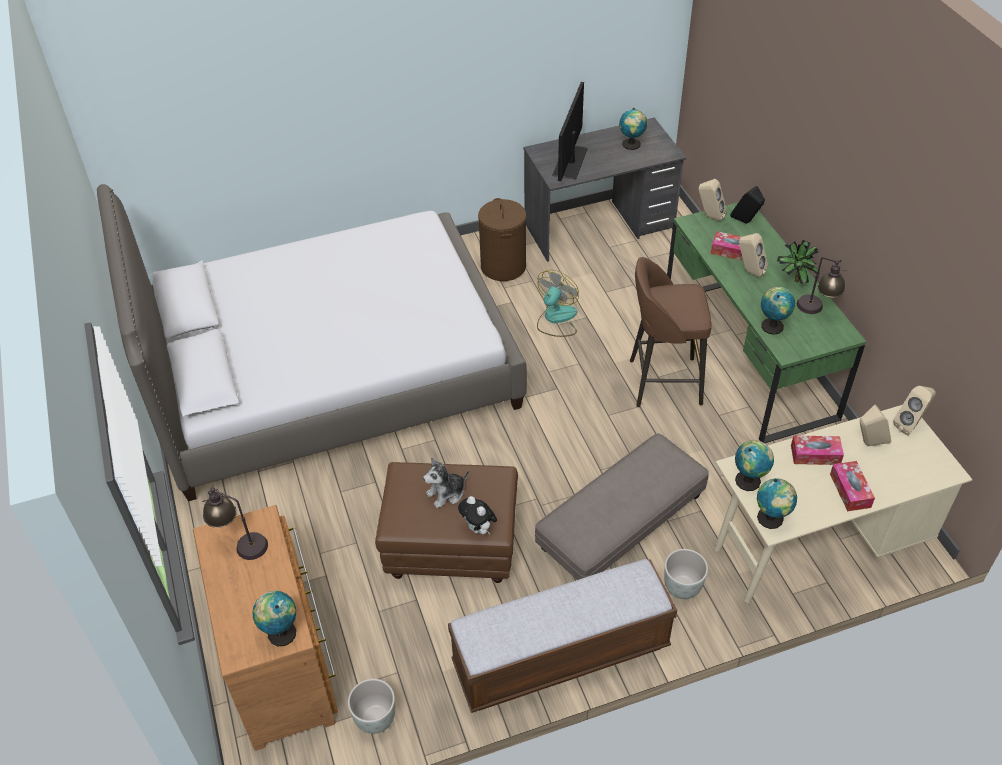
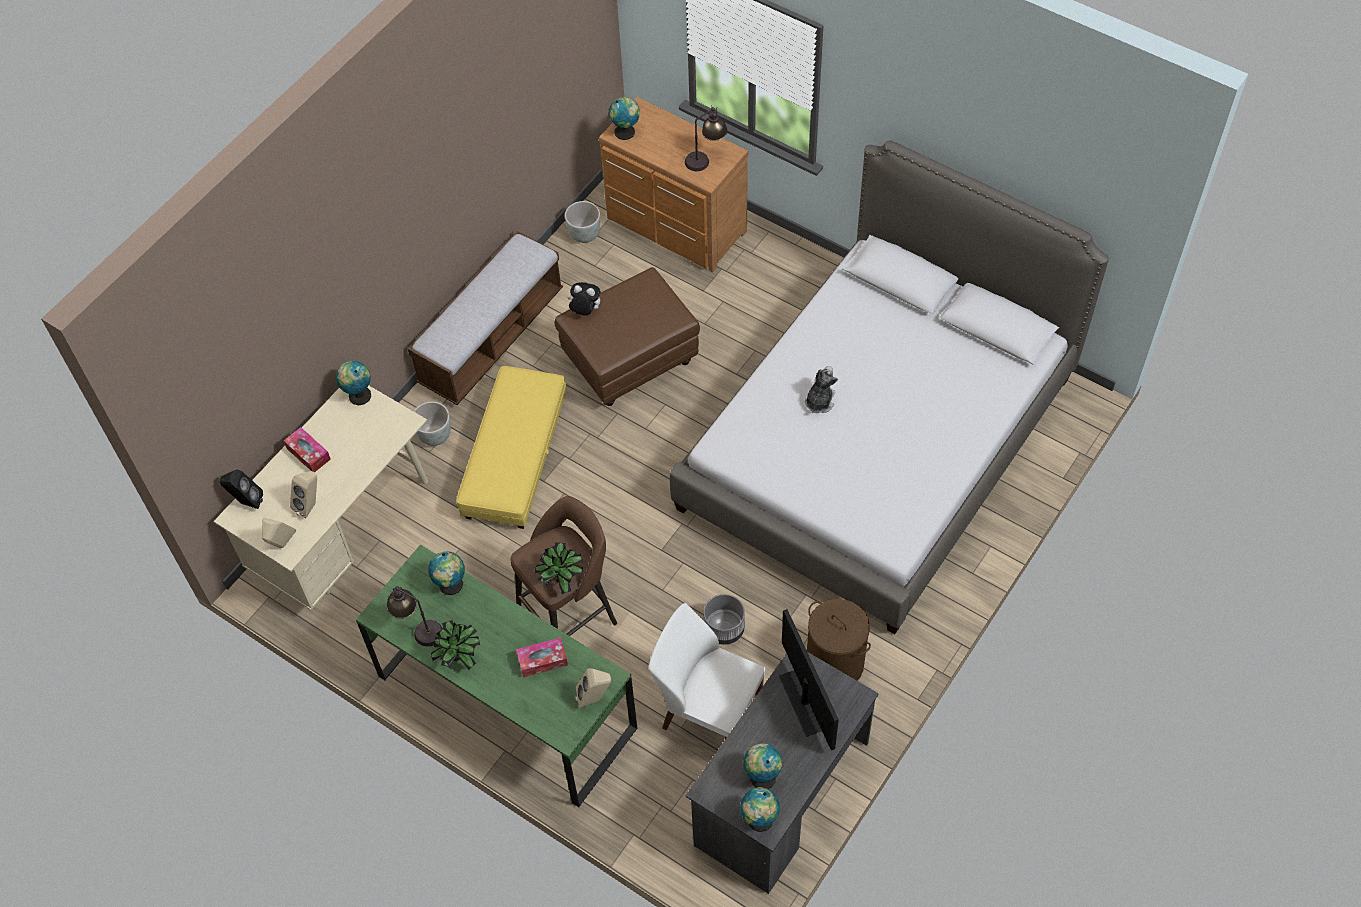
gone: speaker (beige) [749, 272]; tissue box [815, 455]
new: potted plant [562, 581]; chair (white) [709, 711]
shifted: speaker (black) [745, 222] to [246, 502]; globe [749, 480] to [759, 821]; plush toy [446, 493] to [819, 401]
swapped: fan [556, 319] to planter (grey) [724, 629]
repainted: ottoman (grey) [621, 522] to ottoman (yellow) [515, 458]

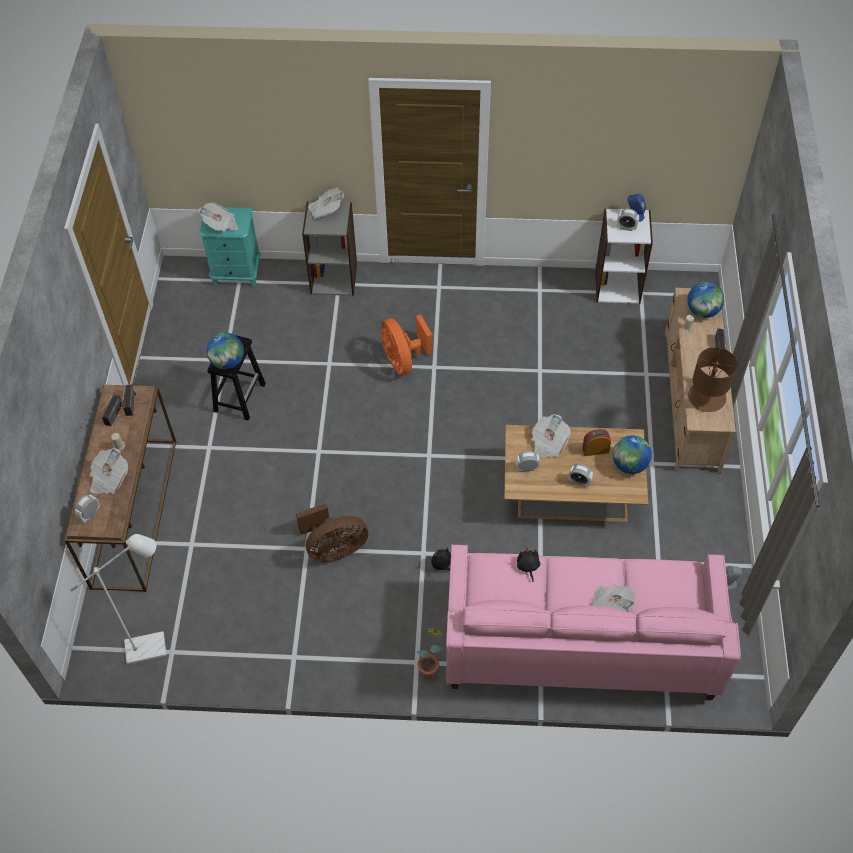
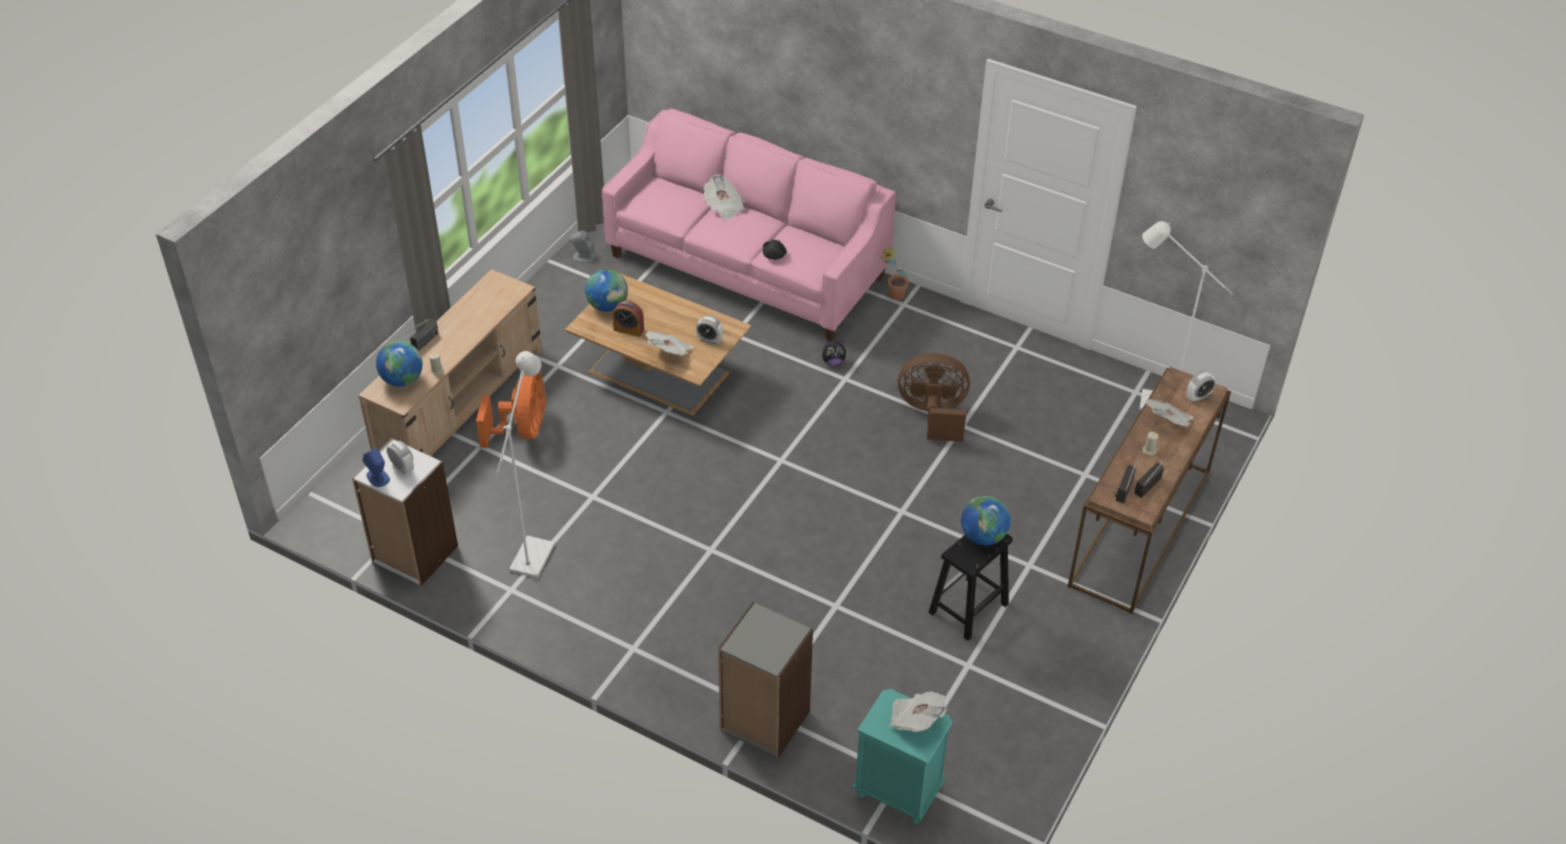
gone: newspaper [326, 210]; table lamp (brown) [707, 397]; alarm clock [579, 481]
new: floor lamp (white) [535, 550]
shifted: fan (orange) [403, 360] to [523, 430]

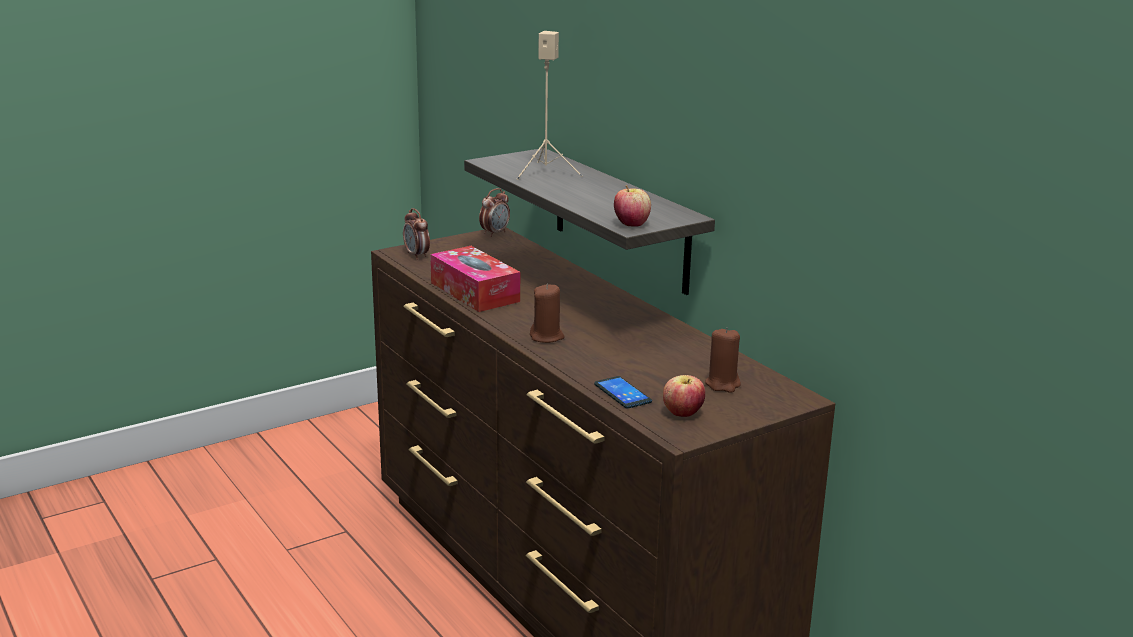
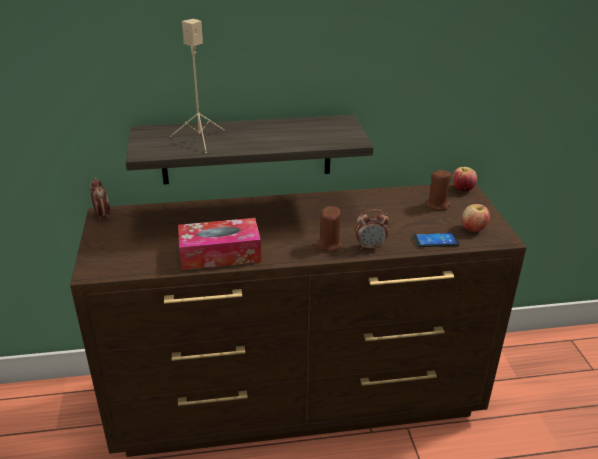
shifted: apple [631, 224] to [462, 189]; alarm clock [417, 255] to [370, 246]

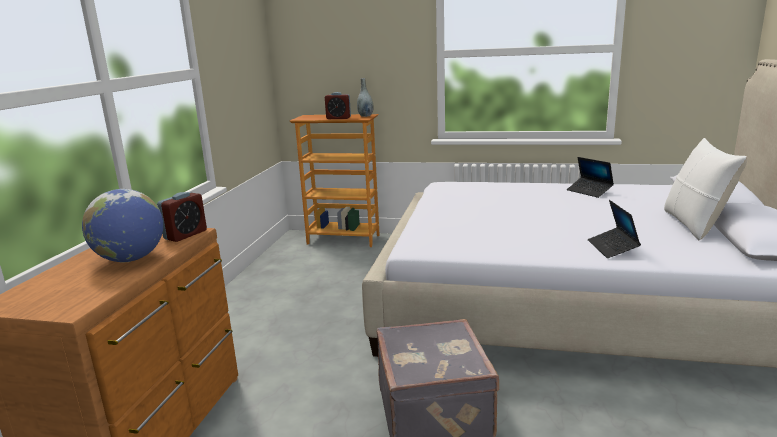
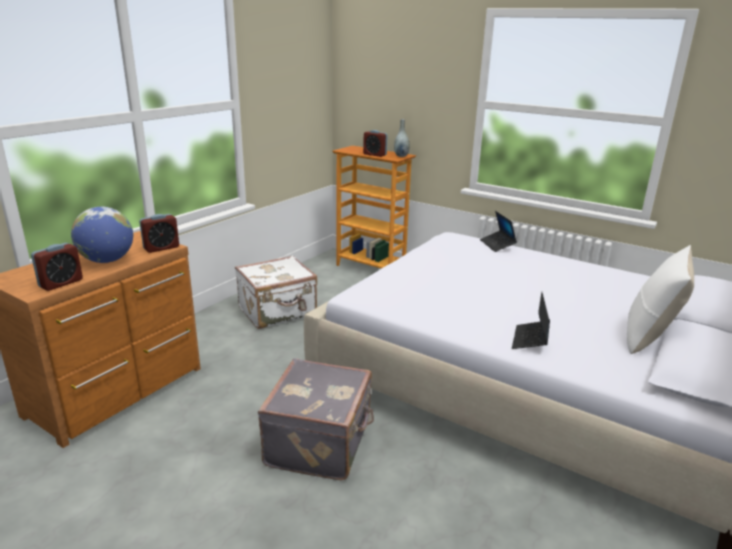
new: alarm clock [61, 283]; suitcase (white) [278, 312]
shifted: laptop [589, 191] to [497, 245]

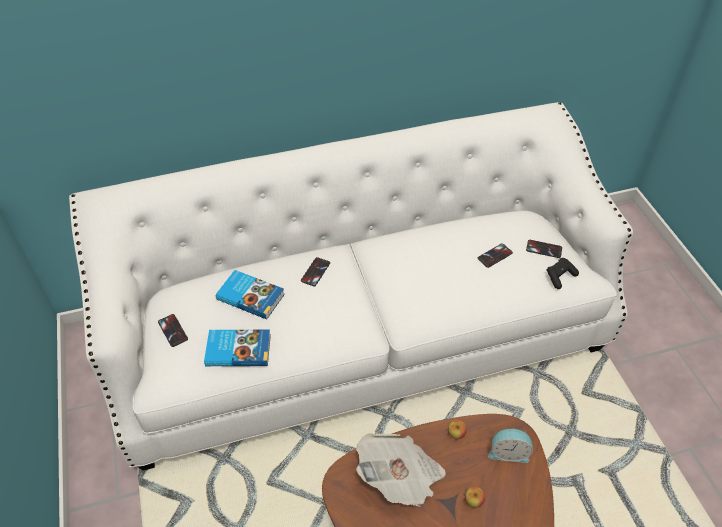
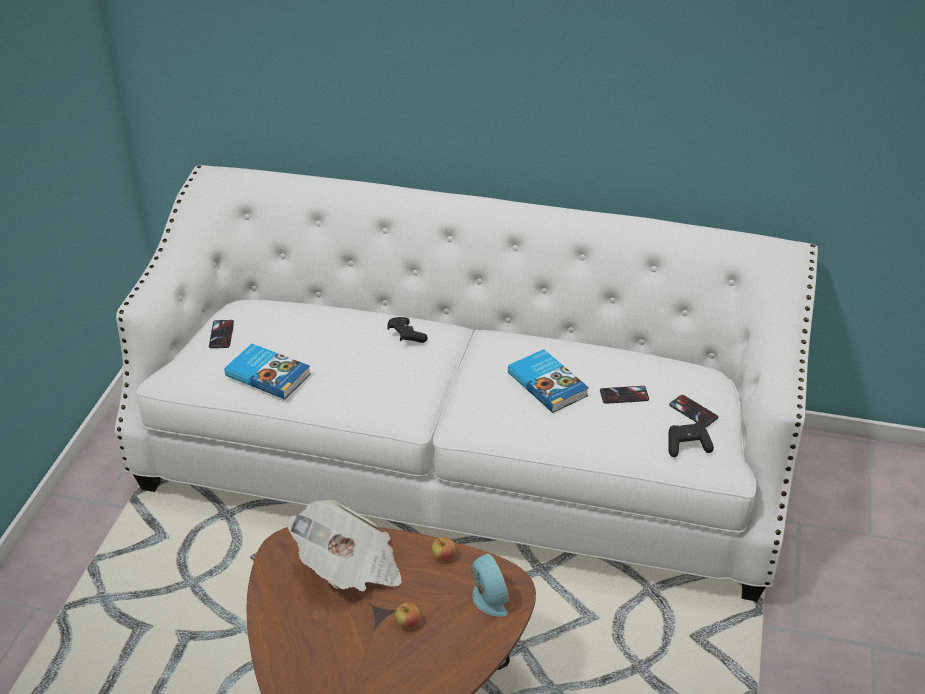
shifted: book [251, 296] to [548, 383]
swapped: phone [315, 272] to game controller (black) [406, 337]
rotated: alarm clock [508, 452] = [486, 599] 150 degrees counterclockwise

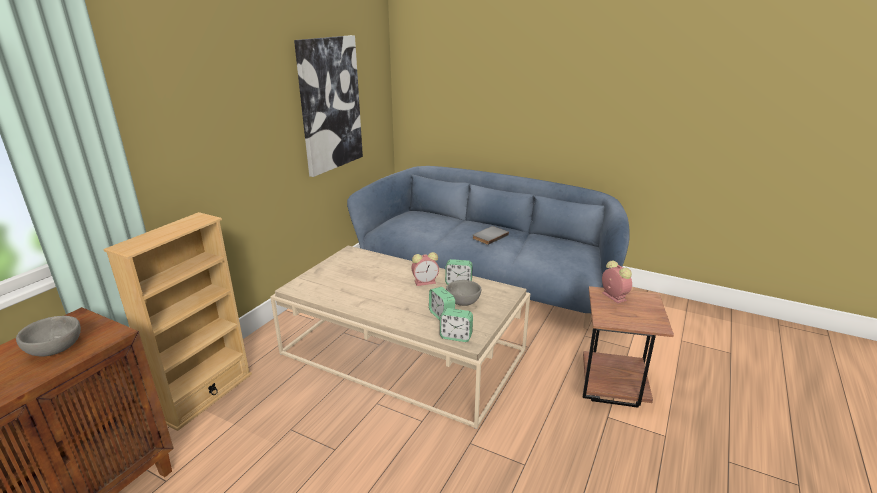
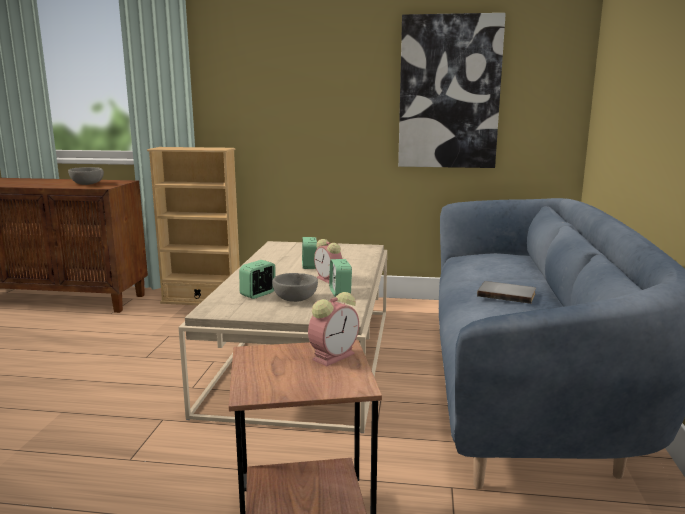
shifted: alarm clock [456, 336] to [309, 266]

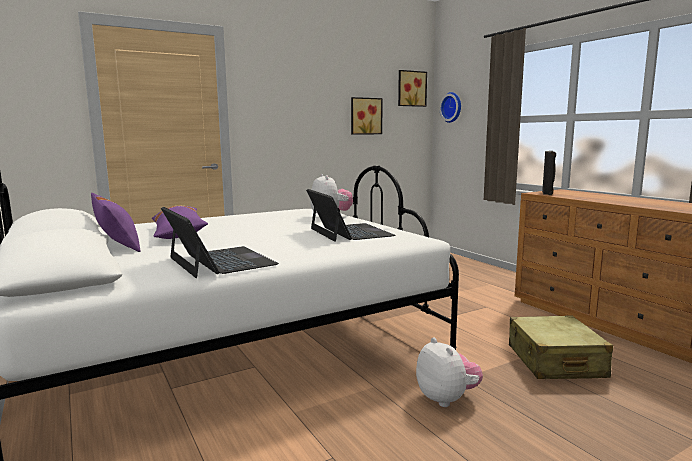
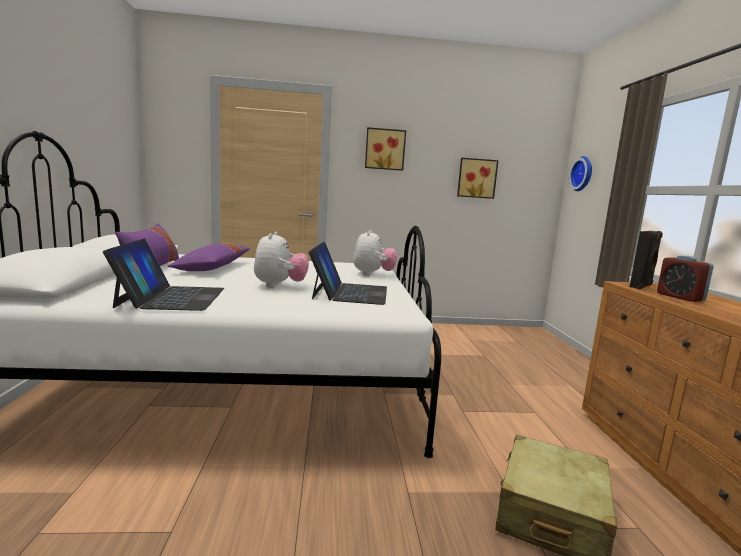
new: alarm clock [680, 297]
shifted: picture [411, 88] to [385, 149]; plush toy [447, 399] to [279, 286]

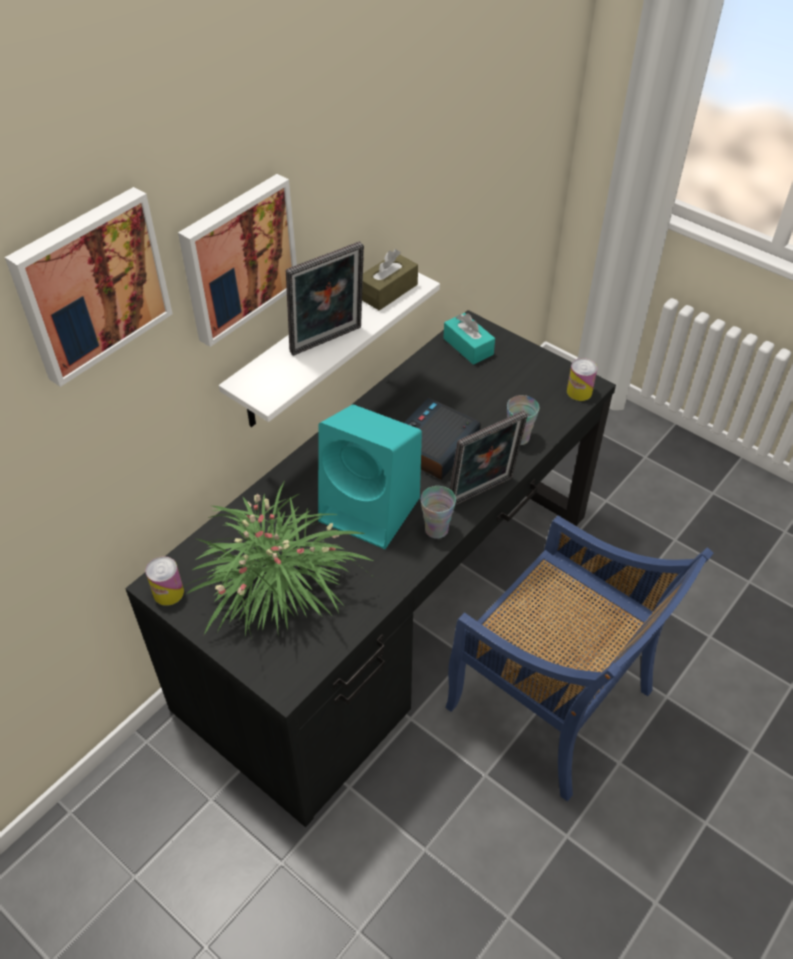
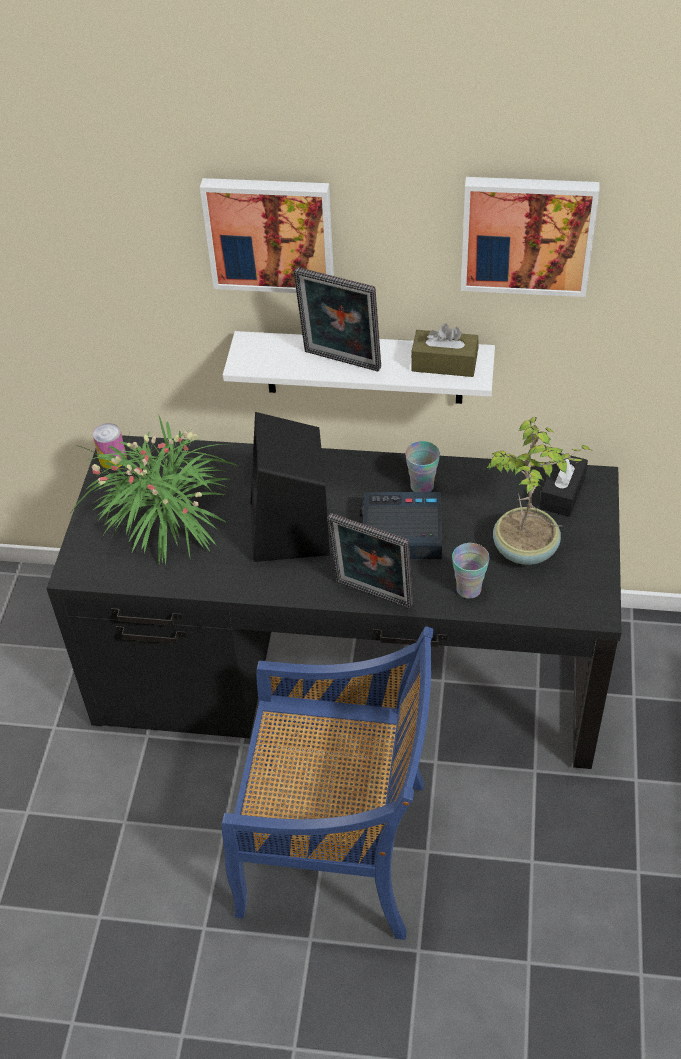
gone: can [579, 392]
new: potted plant [526, 551]
shifted: picture [90, 284] to [527, 233]; cup [436, 529] to [422, 486]
repainted: tissue box (turquoise) [468, 346] to tissue box (black) [562, 493]; speaker (turquoise) [372, 510] to speaker (black) [290, 531]
rotated: chair (blue) [552, 702] = [337, 849] 90 degrees counterclockwise

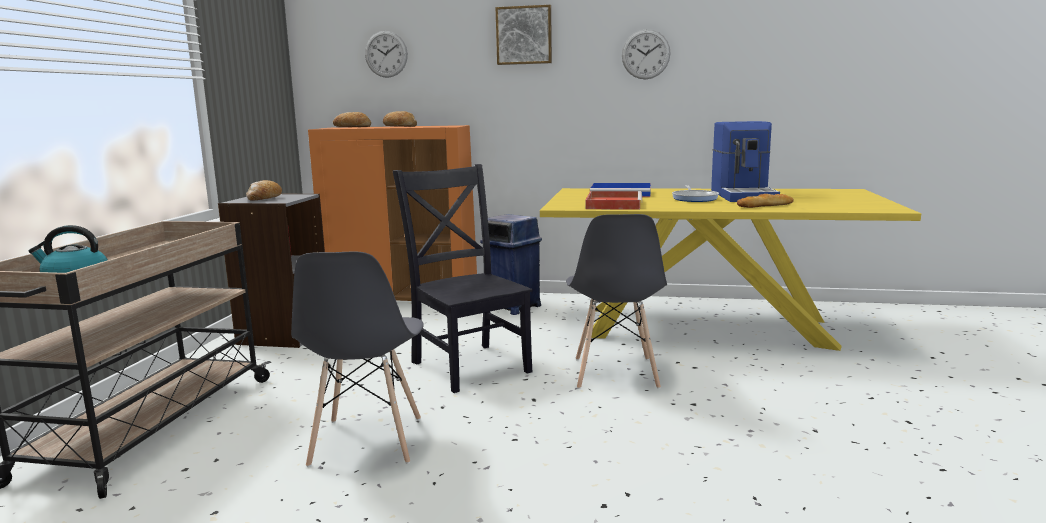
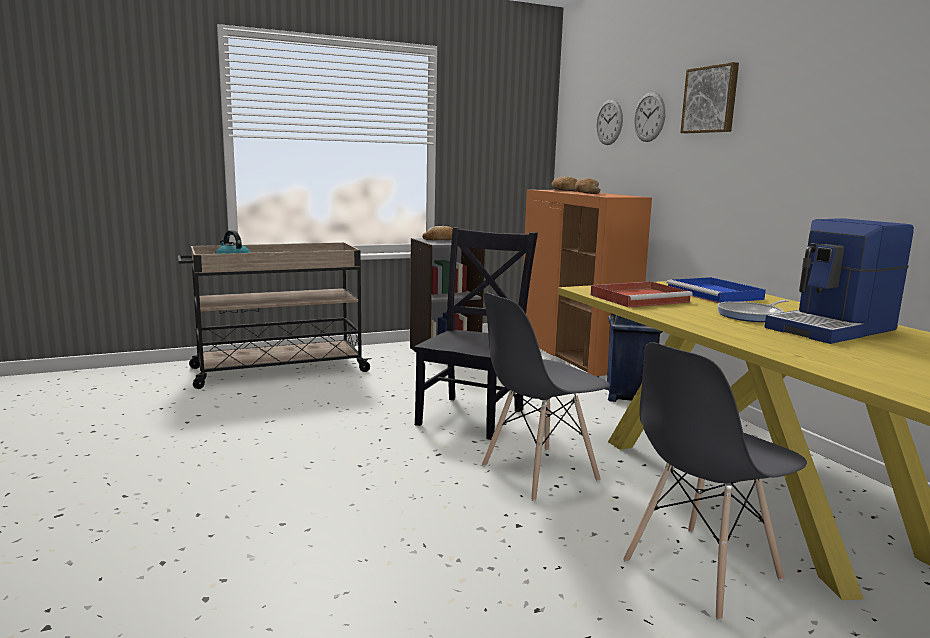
gone: bread [765, 205]
shifted: wall clock [645, 54] to [649, 117]; chair (grey) [367, 442] to [701, 570]

